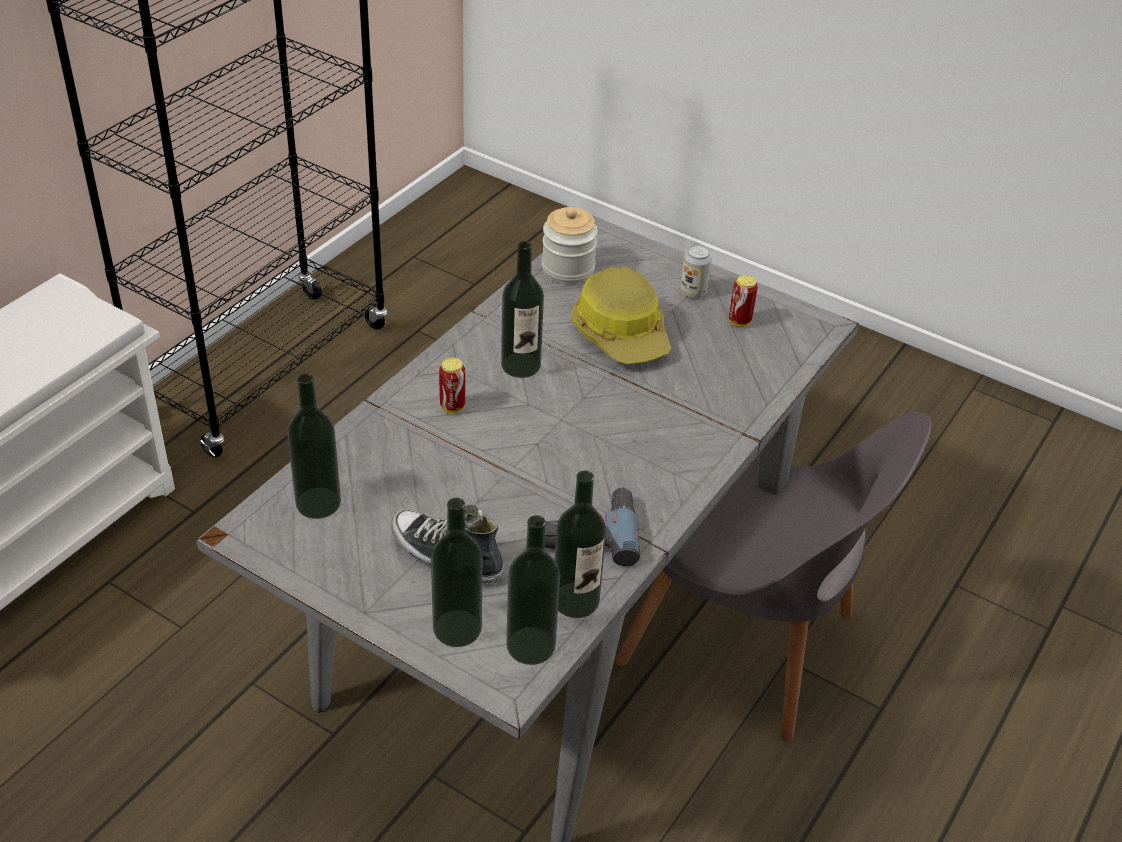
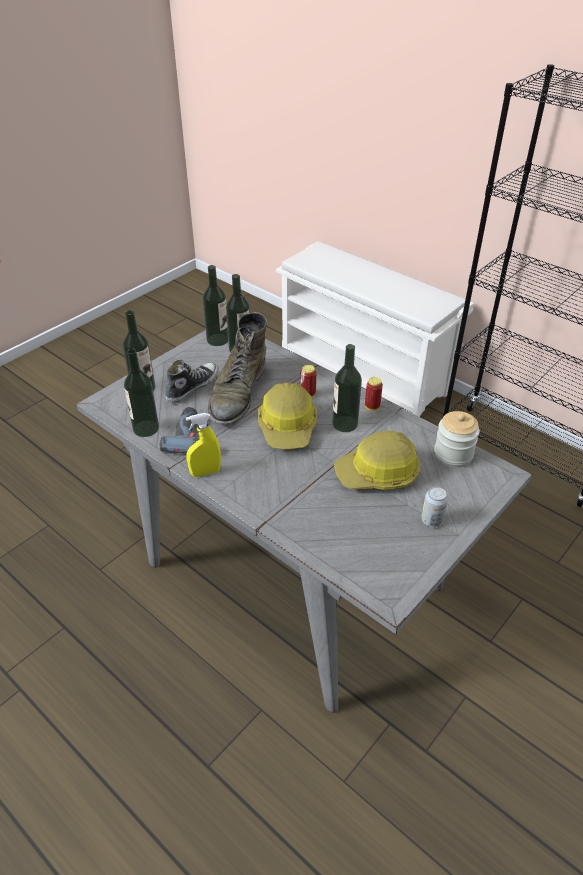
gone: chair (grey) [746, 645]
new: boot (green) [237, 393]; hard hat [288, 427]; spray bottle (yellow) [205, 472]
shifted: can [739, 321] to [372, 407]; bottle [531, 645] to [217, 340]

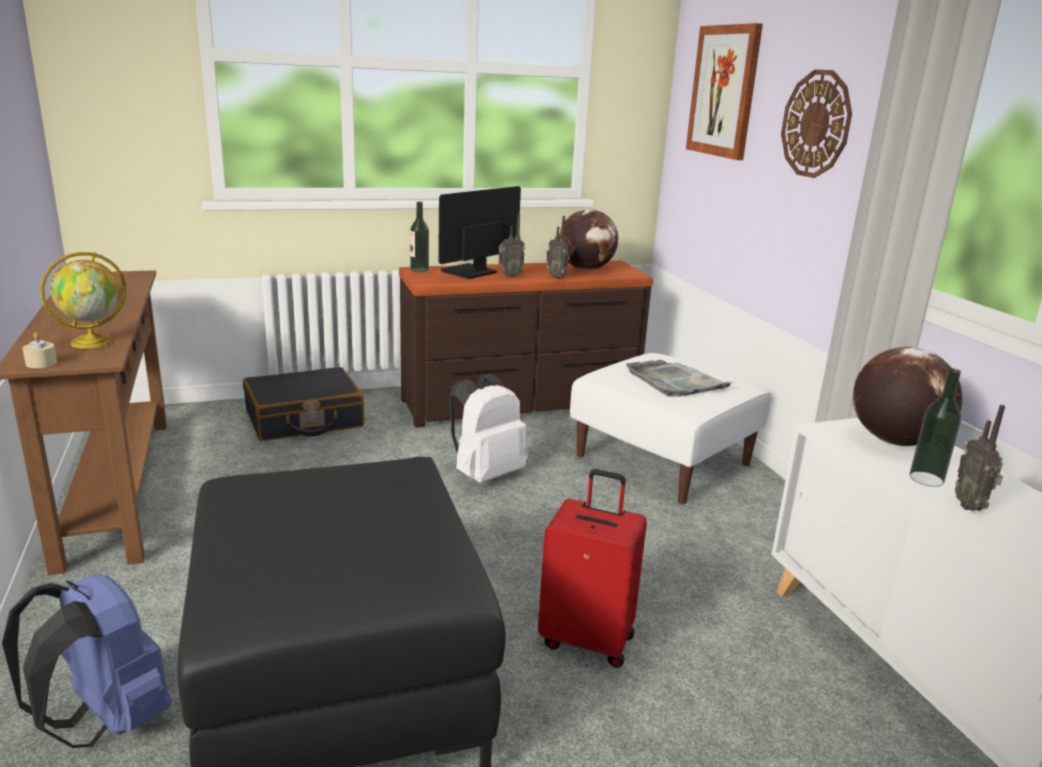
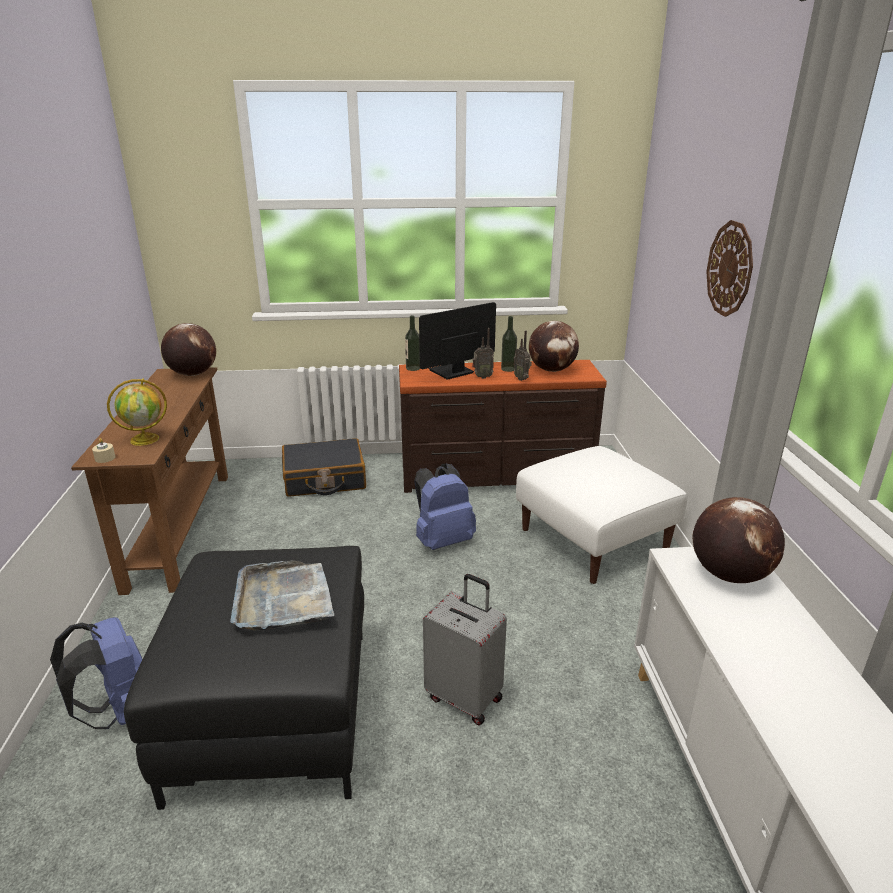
gone: picture [724, 91]; radio [970, 506]
new: globe [192, 374]
shifted: tray (grey) [675, 381] to [283, 599]; bottle [926, 479] to [508, 369]
repainted: backpack (white) [485, 474] to backpack (blue) [442, 540]; suitcase (red) [588, 639] to suitcase (grey) [465, 697]

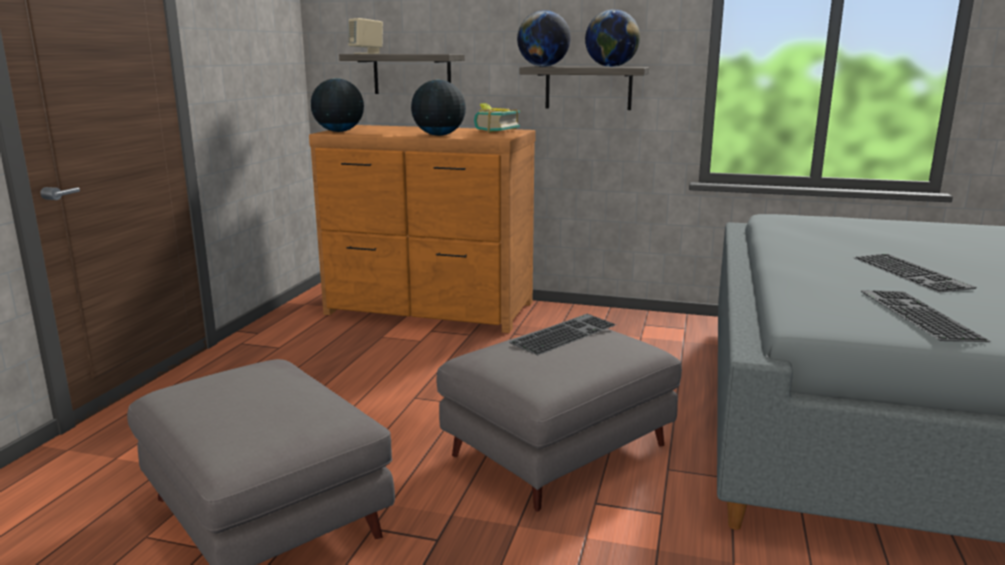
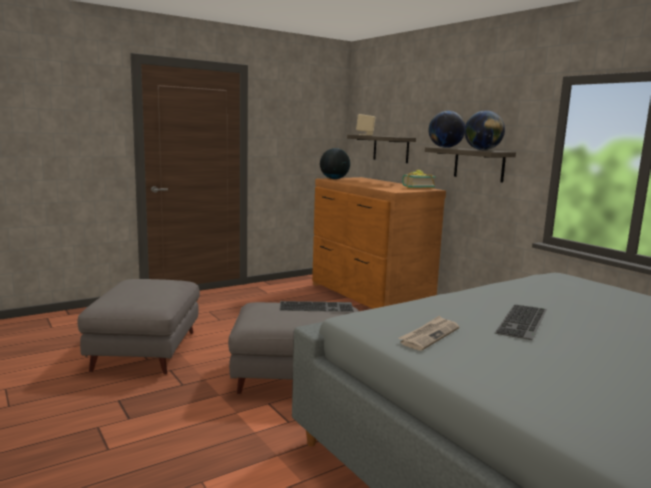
gone: globe [438, 135]
swapped: keyboard [915, 314] to newspaper [429, 335]

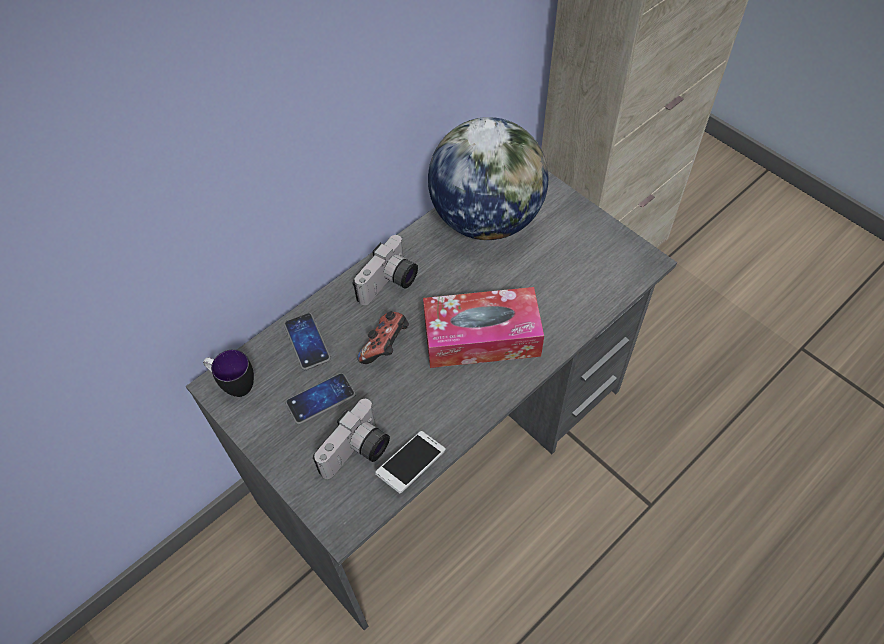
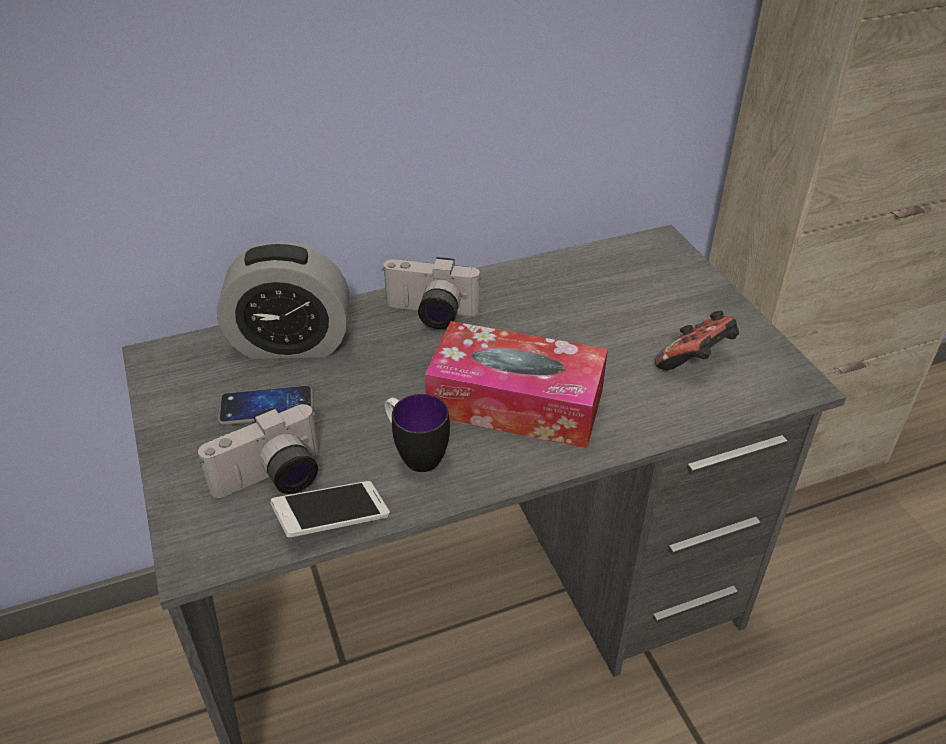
gone: globe [486, 219]
shifted: game controller [386, 346] to [696, 361]; mug [234, 384] to [415, 454]
swapped: phone [307, 342] to alarm clock [291, 344]
rotated: photo camera [390, 284] = [430, 315] 45 degrees clockwise

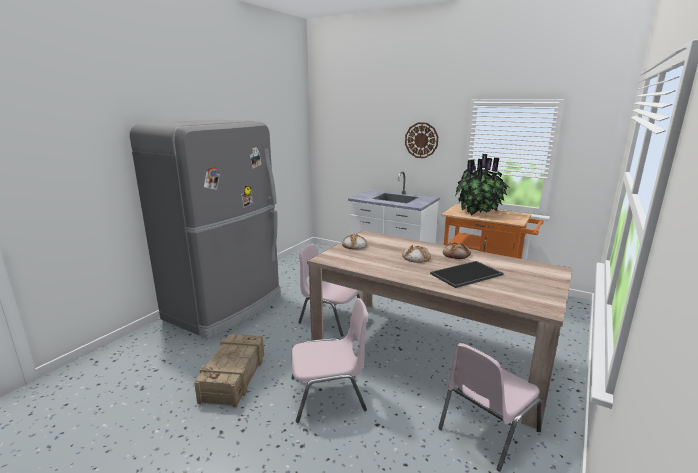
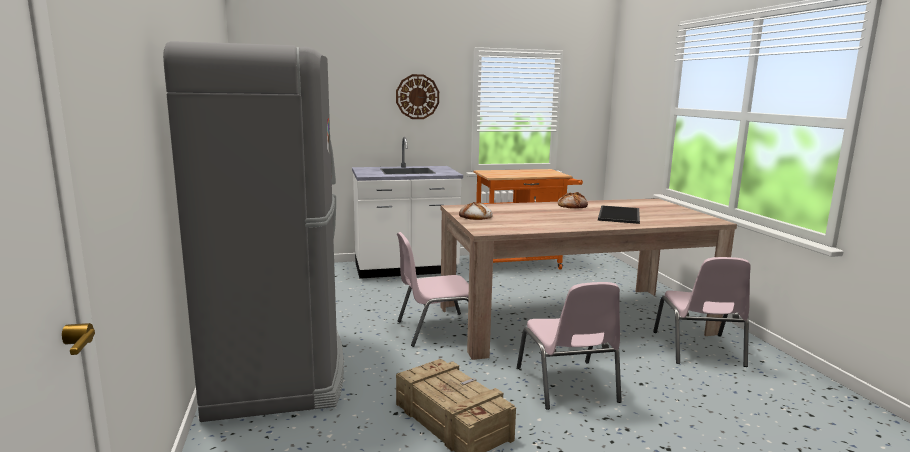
gone: potted plant [479, 212]; bread [416, 257]
rotated: chair (pink) [329, 394] = [567, 385] 135 degrees clockwise

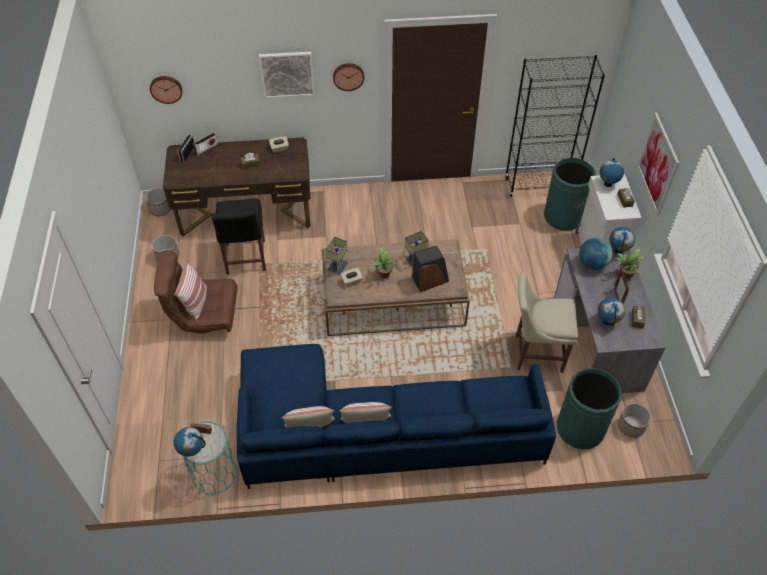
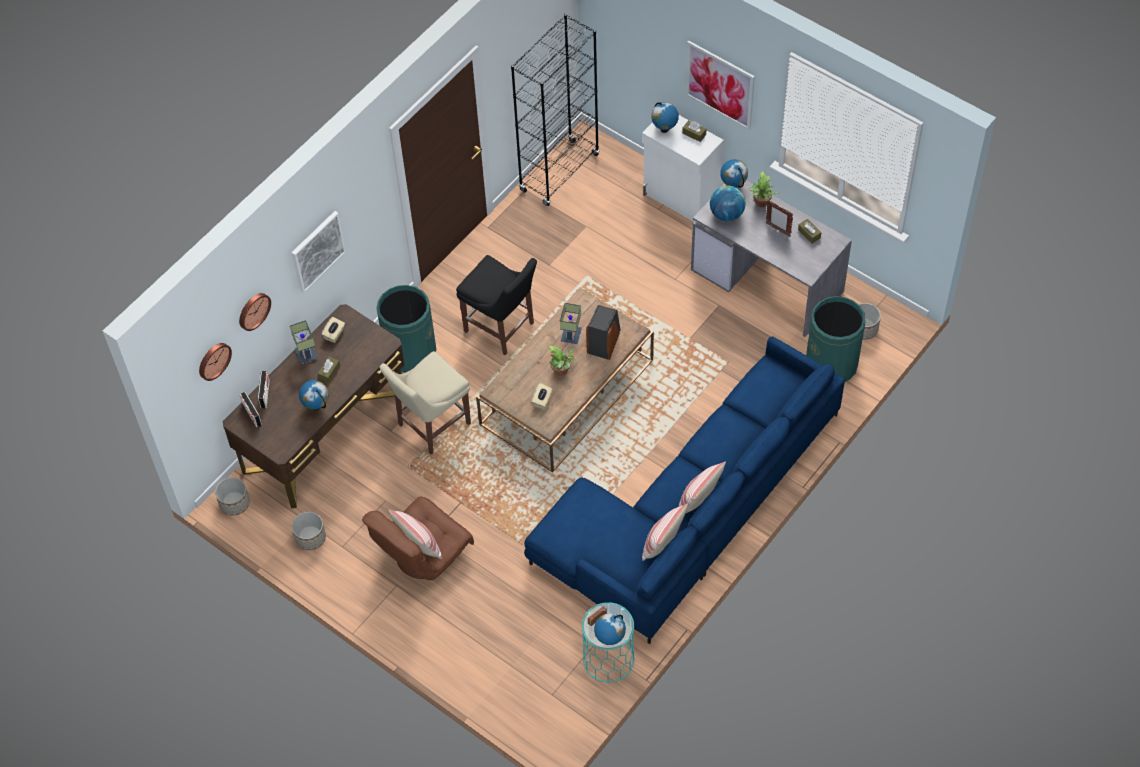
shifted: wall clock [348, 76] to [253, 310]; trash can (green) [563, 216] to [410, 352]; chair (black) [245, 259] to [501, 329]; table lamp [338, 268] to [308, 355]; chair (beige) [535, 352] to [431, 426]; globe [607, 322] to [316, 406]

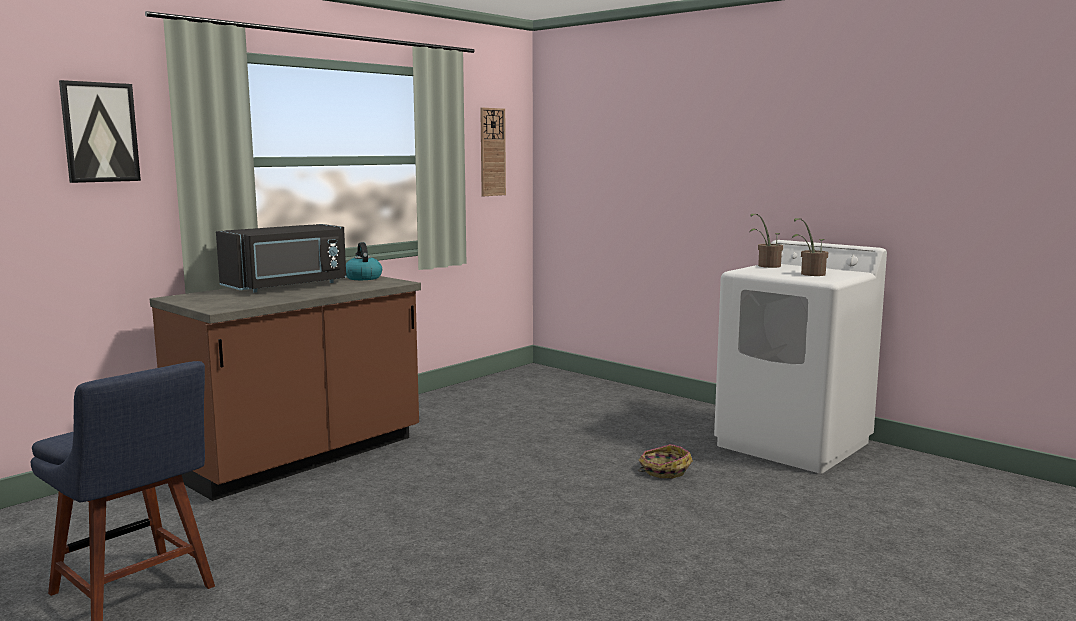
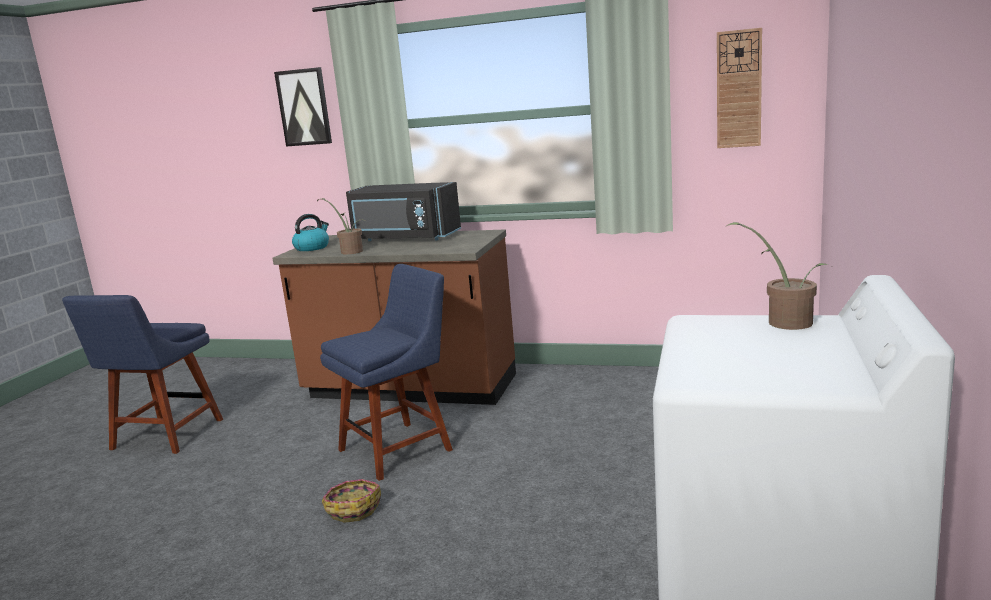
new: chair (blue) [400, 448]
shifted: potted plant [810, 274] to [349, 251]; kettle [363, 278] to [312, 248]; basket [663, 471] to [353, 508]

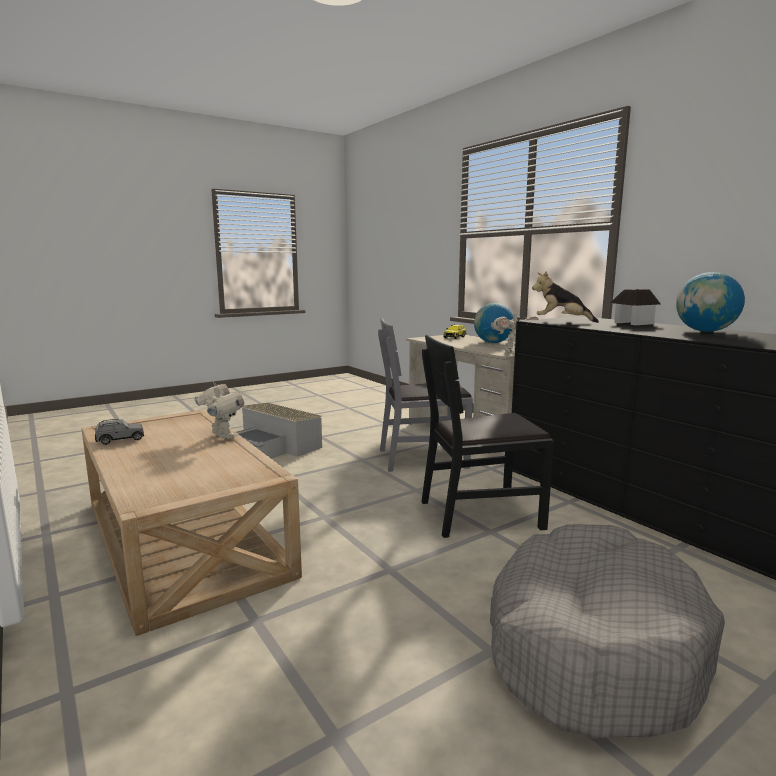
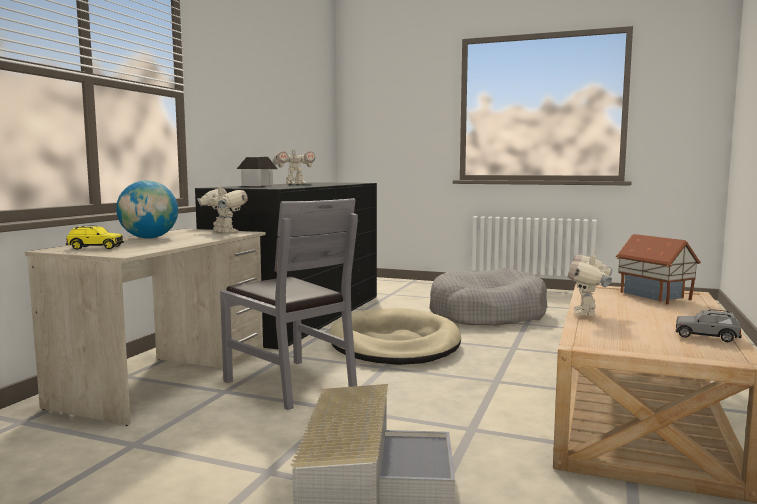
gone: plush toy [561, 321]
new: toy house [653, 296]
swapped: globe [705, 331] to toy robot [294, 184]; chair (black) [480, 513] to dog bed (beige) [394, 344]

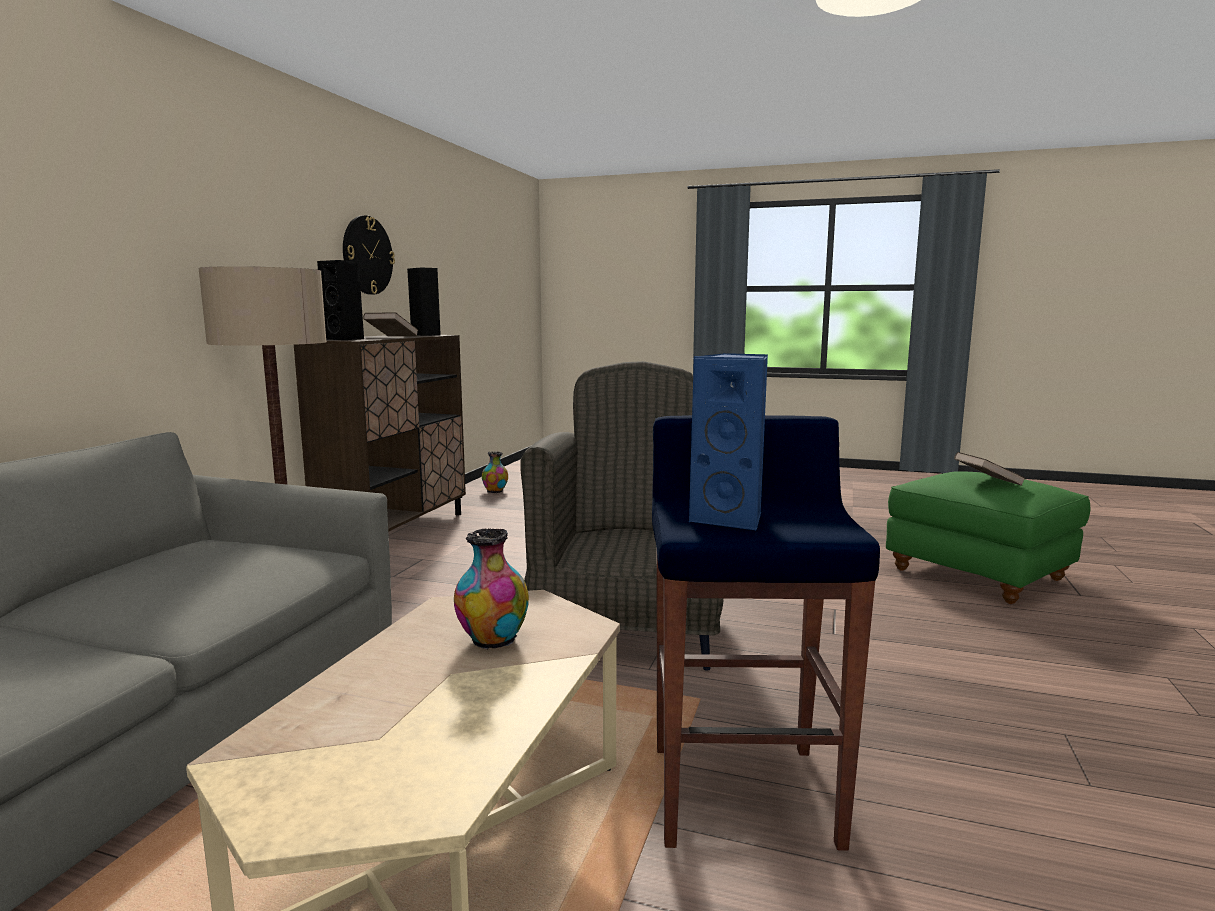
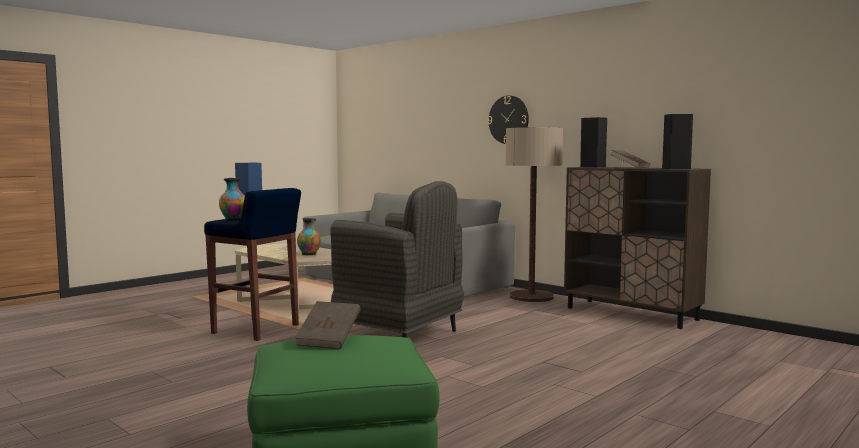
shifted: wall clock [367, 255] to [508, 119]; vase [495, 491] to [233, 220]

